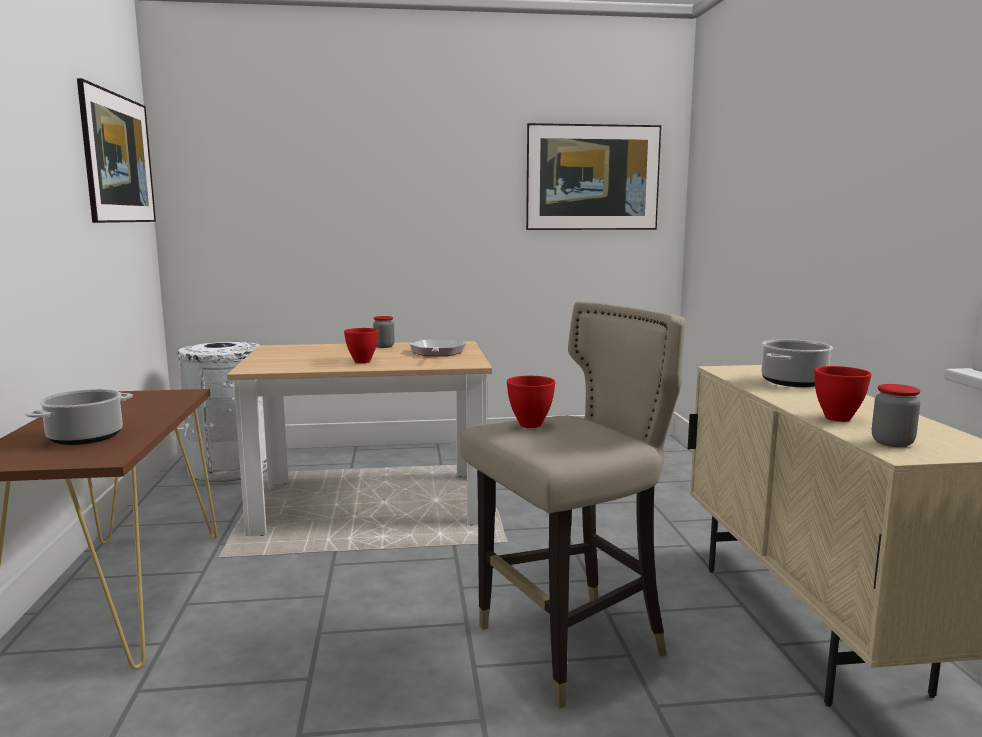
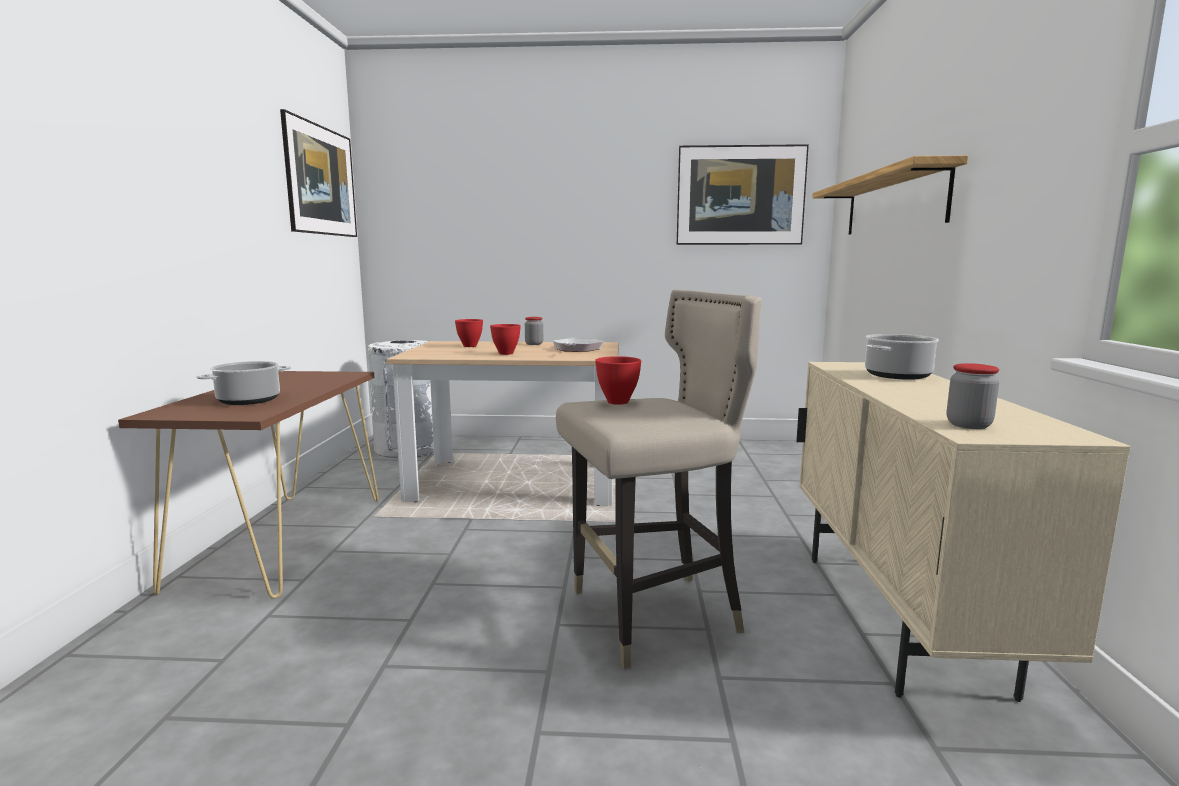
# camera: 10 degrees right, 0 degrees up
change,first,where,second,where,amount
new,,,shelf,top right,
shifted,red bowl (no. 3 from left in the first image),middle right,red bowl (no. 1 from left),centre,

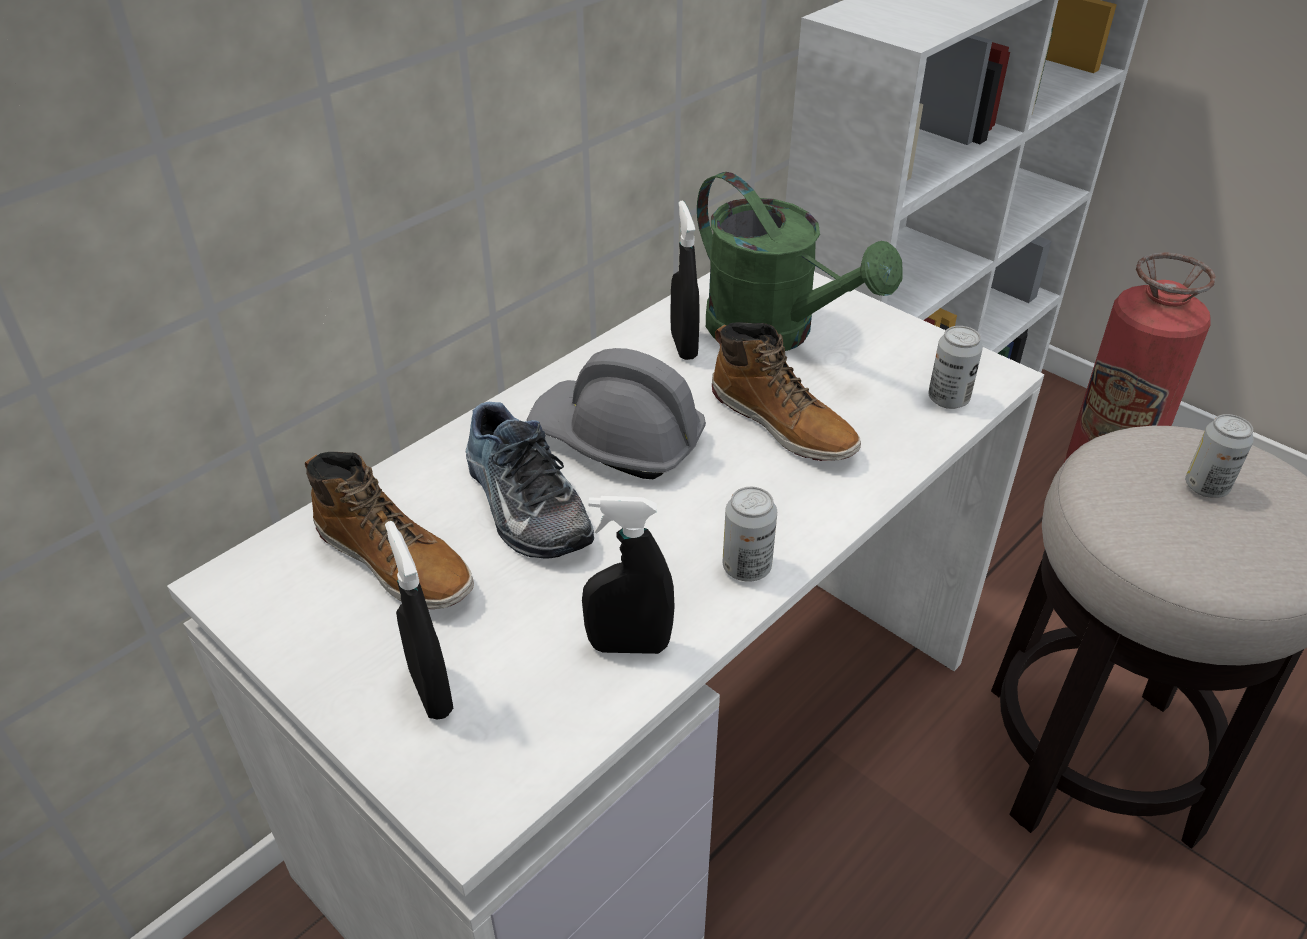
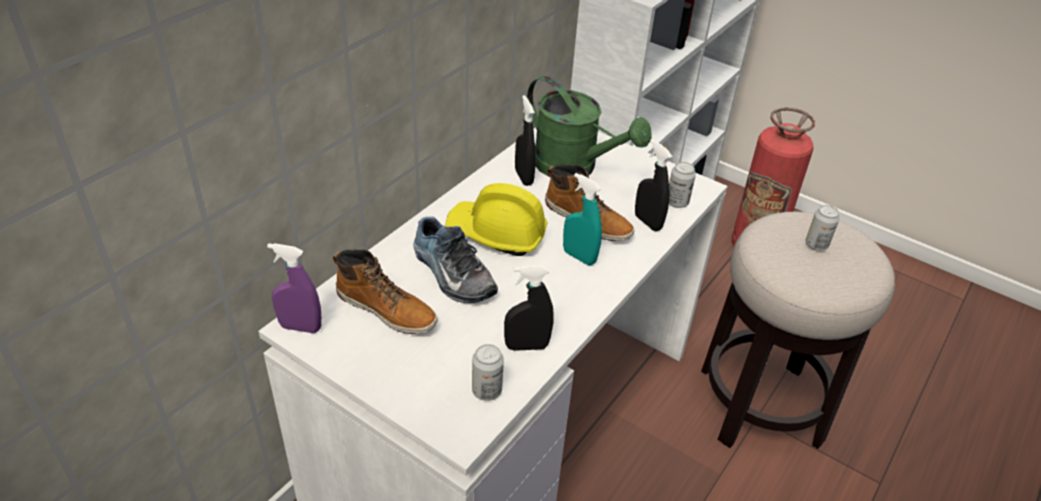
# camera: 10 degrees left, 0 degrees up
change,first,where,second,where,amount
new,,,purple spray bottle,middle left,
new,,,turquoise spray bottle,centre,
shifted,black spray bottle (no. 1 from left in the first image),middle left,black spray bottle (no. 3 from left),centre,
shifted,can (no. 1 from left),centre,,bottom centre,
repainted,grey hard hat,centre,yellow hard hat,centre,

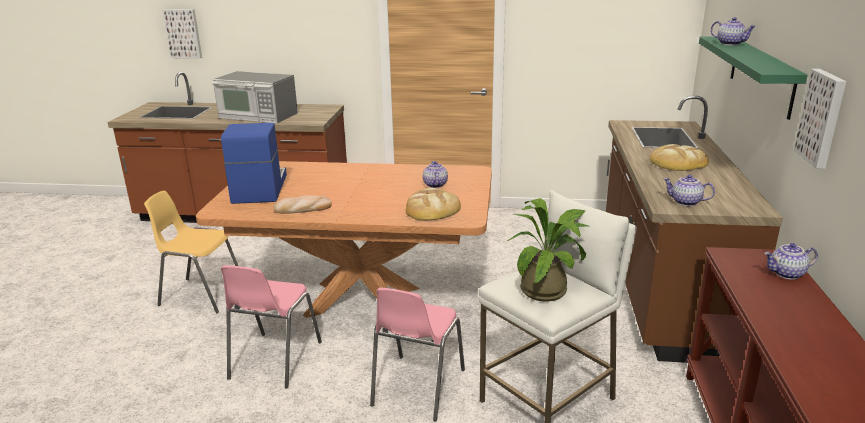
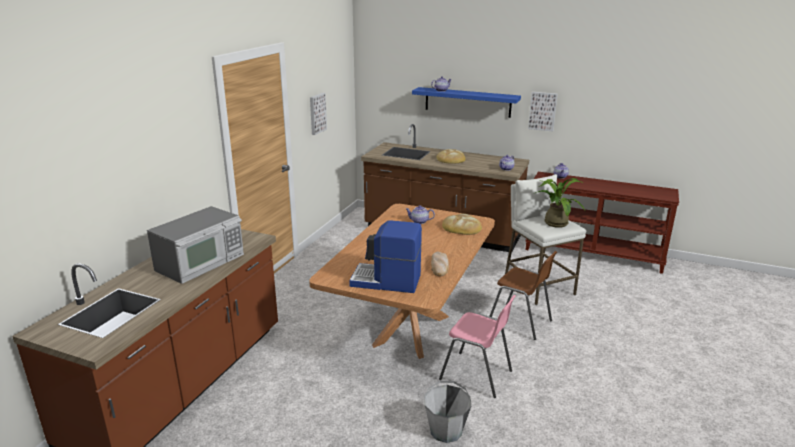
# camera: 75 degrees left, 0 degrees up
change,first,where,second,where,amount
gone,yellow chair,middle left,,,
new,,,grey bucket,bottom centre,
shifted,picture (no. 1 from left),top left,,top centre,
repainted,pink chair (no. 2 from left),bottom centre,brown chair,centre,
repainted,green shelf,top right,blue shelf,top centre,

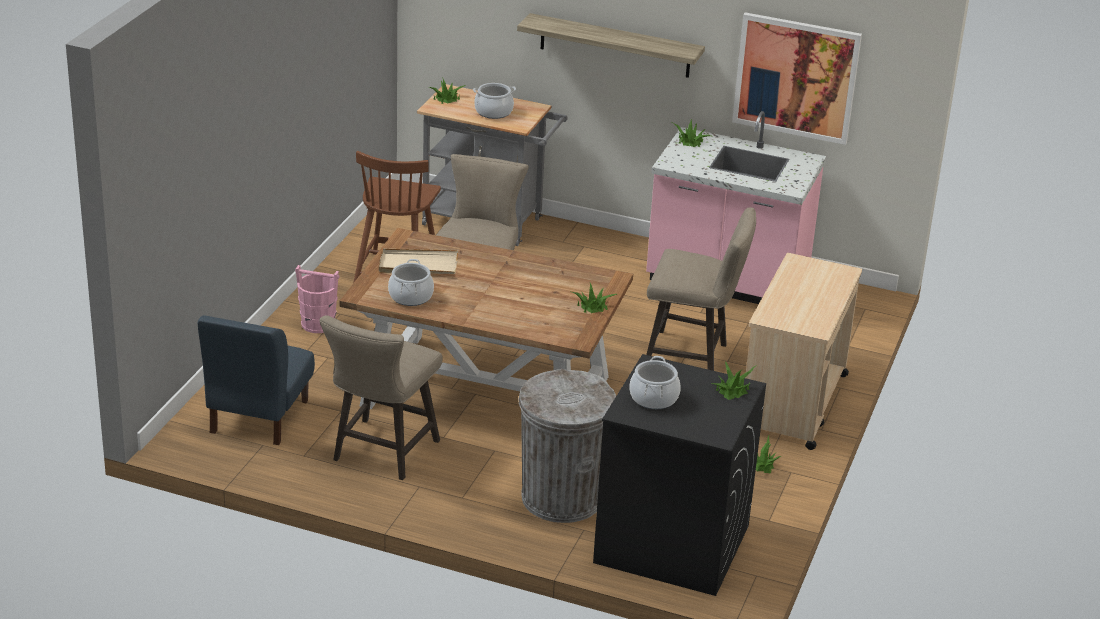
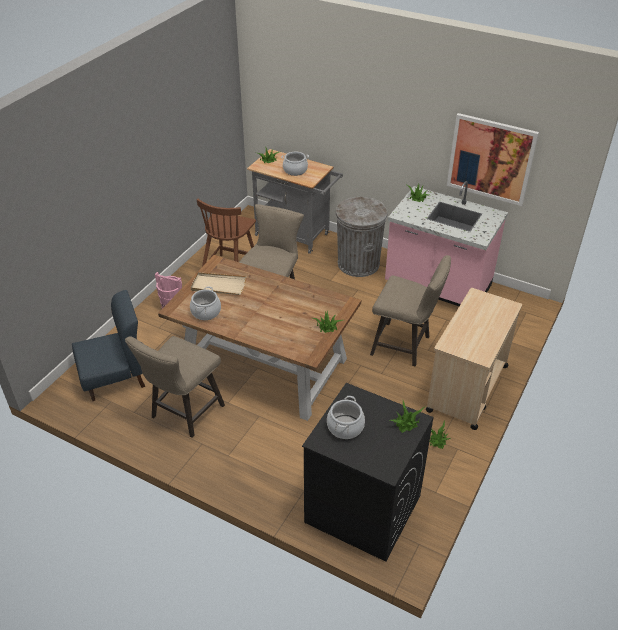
# camera: 10 degrees right, 10 degrees up
change,first,where,second,where,amount
gone,shelf,top centre,,,
shifted,grey trash can,bottom centre,,centre,
rotated,blue chair,middle left,,middle left,135 degrees counterclockwise

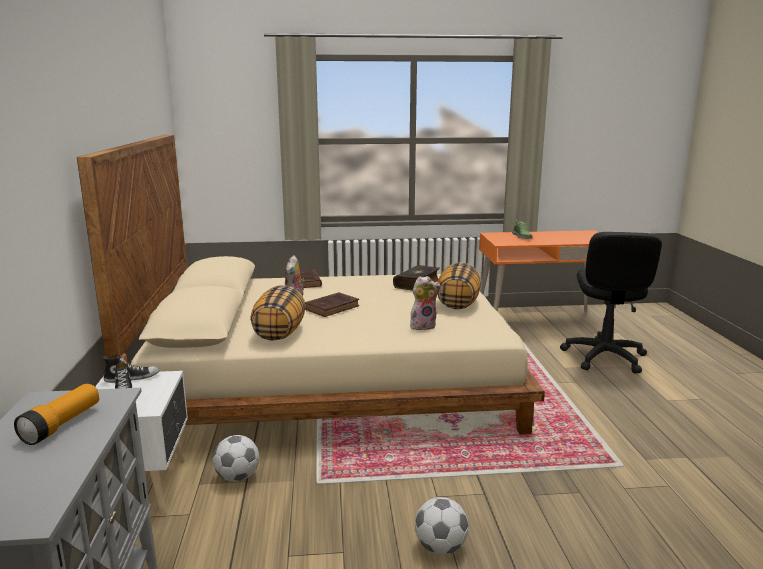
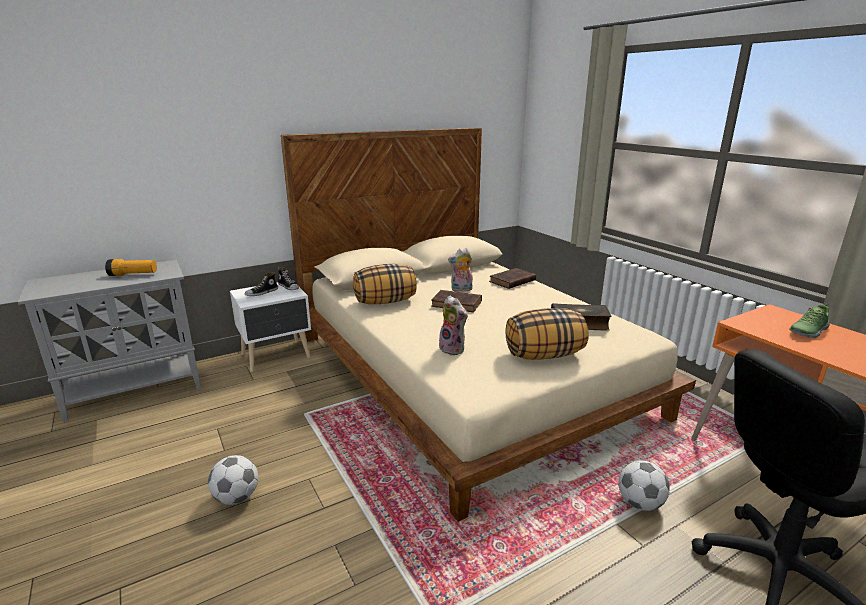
# camera: 65 degrees right, 5 degrees up
change,first,where,second,where,amount
shifted,football (no. 1 from left in the first image),bottom left,football (no. 2 from left),bottom right,

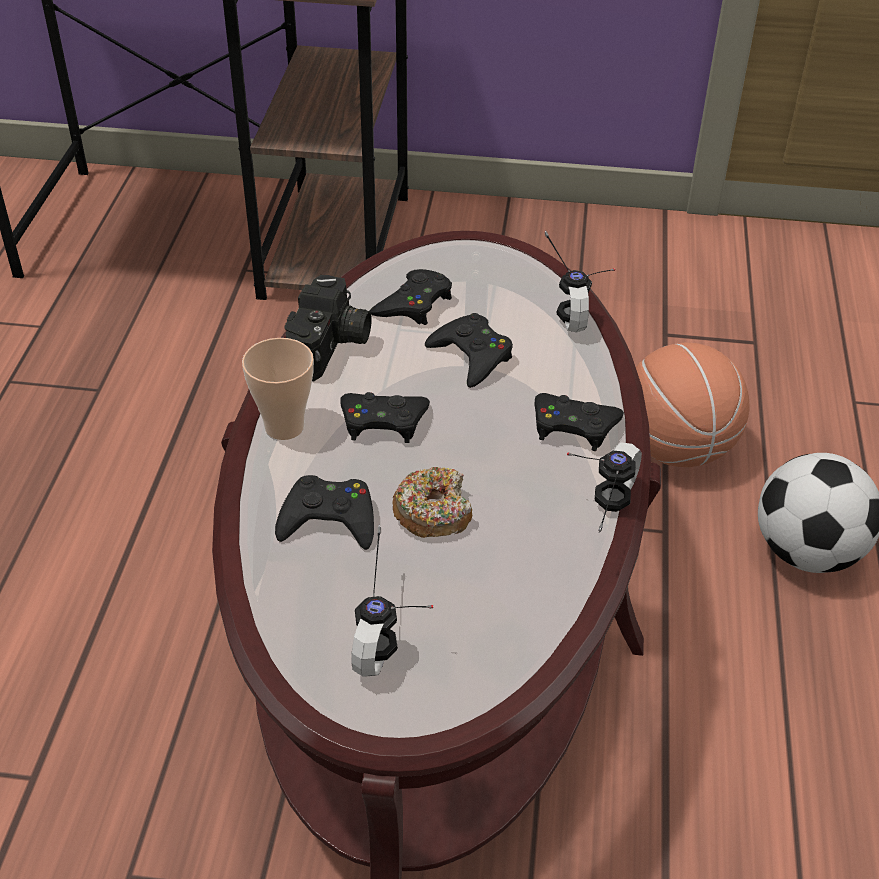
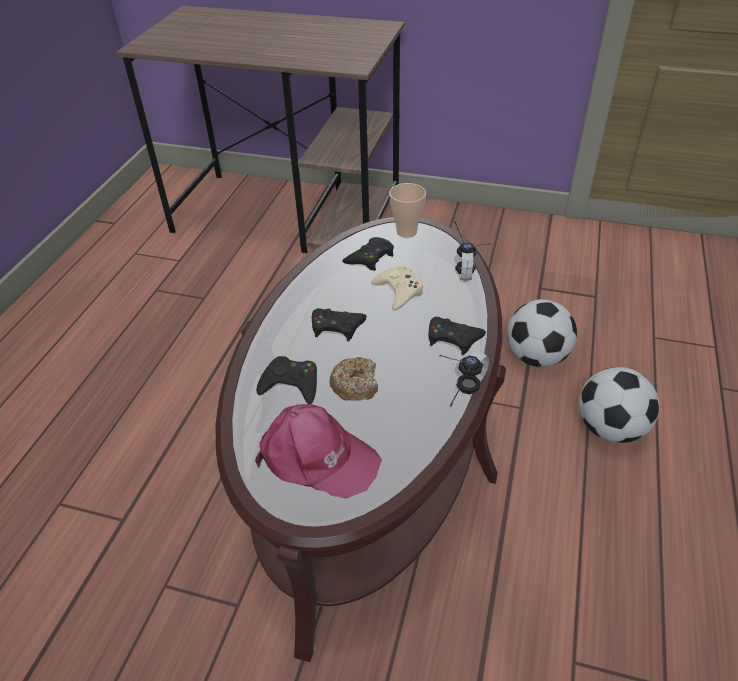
# camera: 10 degrees right, 0 degrees up
change,first,where,second,where,amount
gone,photo camera,centre,,,
shifted,cup,middle left,,top centre,
swapped,headphones (no. 1 from left),bottom centre,pink cap,centre,
swapped,basketball,middle right,football (no. 1 from left),middle right,
repainted,black game controller (no. 4 from left),centre,beige game controller,centre,

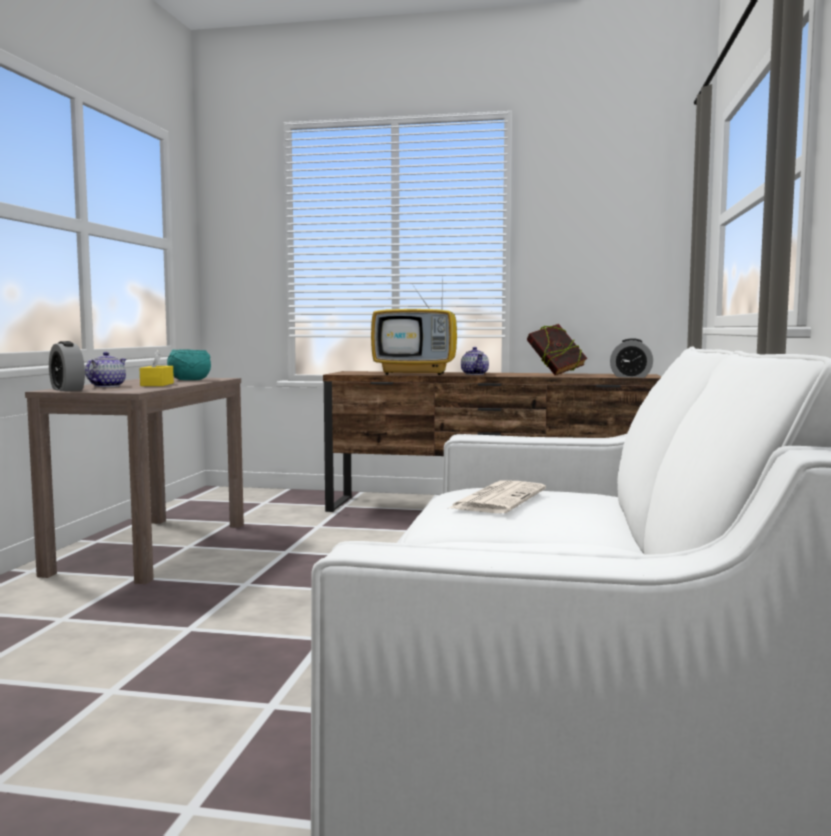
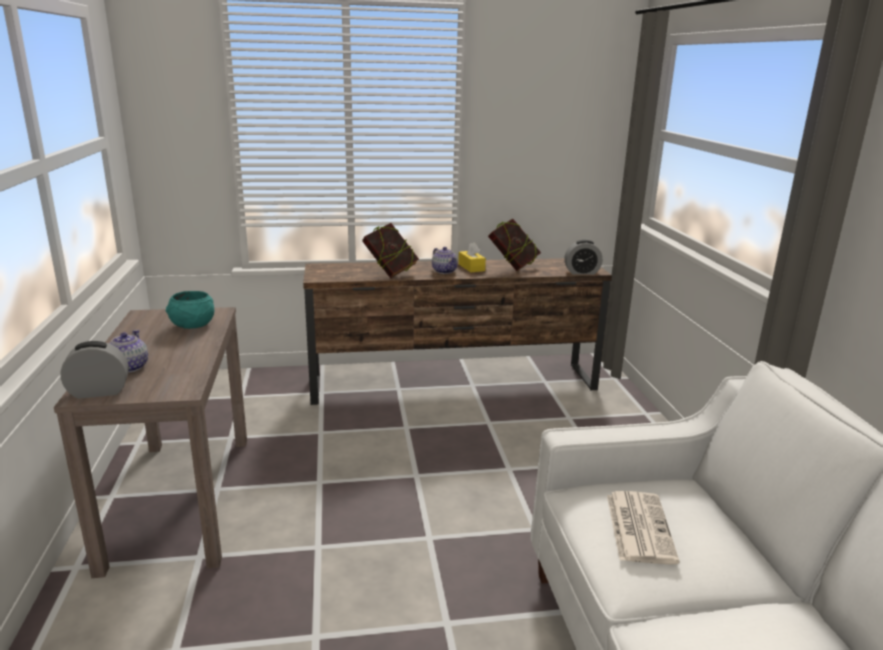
# camera: 20 degrees left, 15 degrees up
change,first,where,second,where,amount
shifted,yellow tissue box,middle left,,centre,
swapped,television,centre,book (no. 1 from left),centre,
rotated,alarm clock (no. 1 from left),middle left,,middle left,135 degrees clockwise

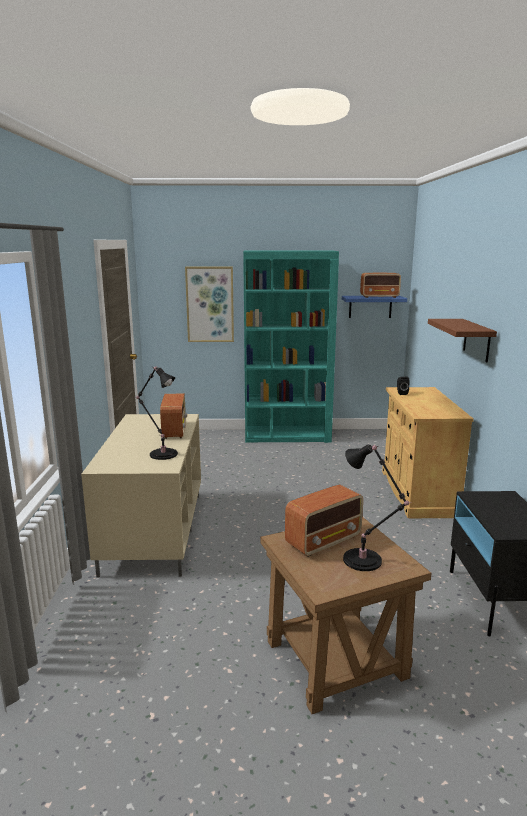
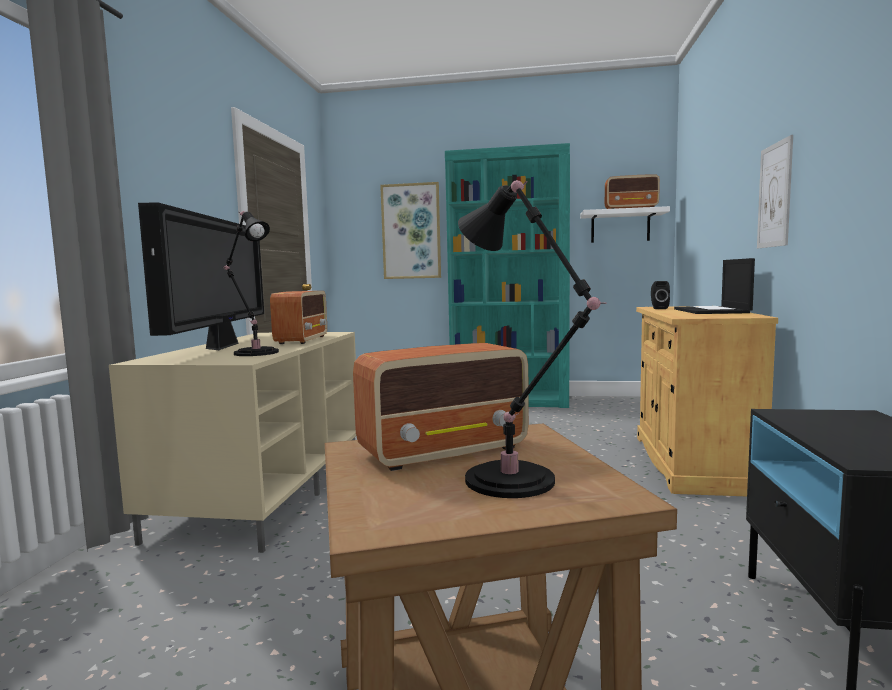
# camera: 10 degrees right, 10 degrees down
change,first,where,second,where,amount
new,,,television,middle left,
new,,,laptop,middle right,
swapped,brown shelf,middle right,picture (no. 2 from left),top right,
repainted,blue shelf,middle right,white shelf,top right,

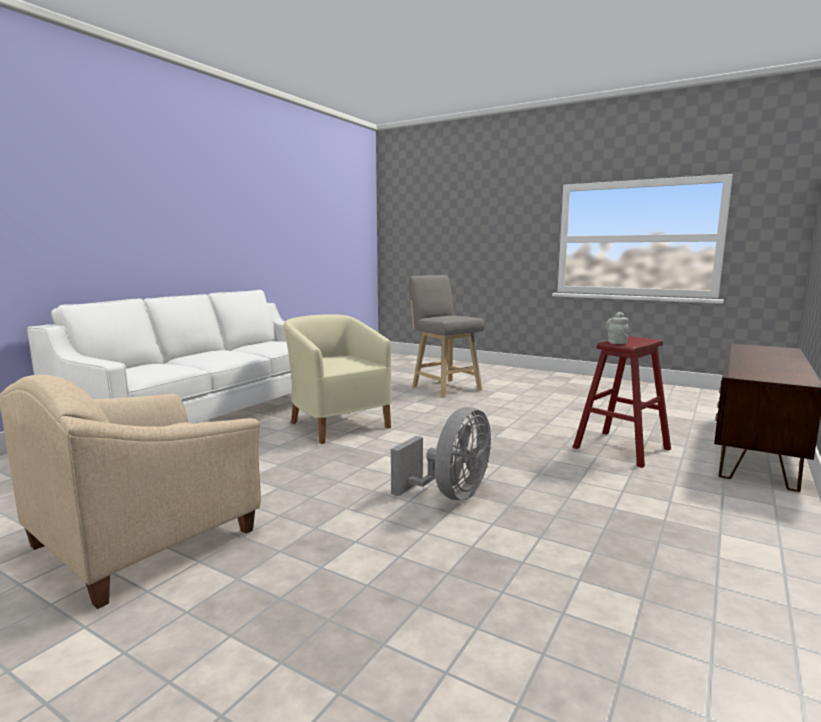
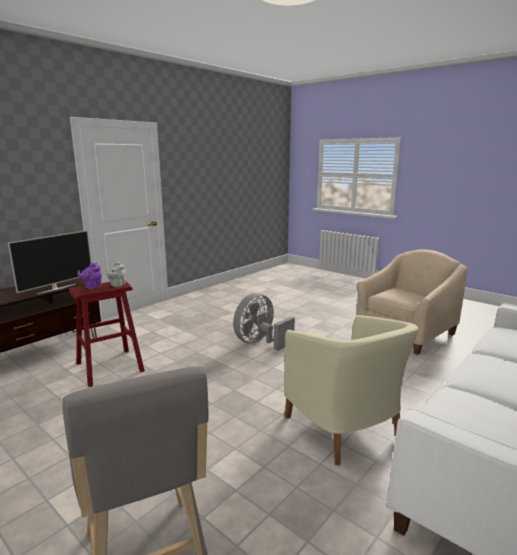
# camera: 170 degrees left, 5 degrees up
change,first,where,second,where,amount
new,,,television,middle left,
new,,,purple teapot,middle left,

